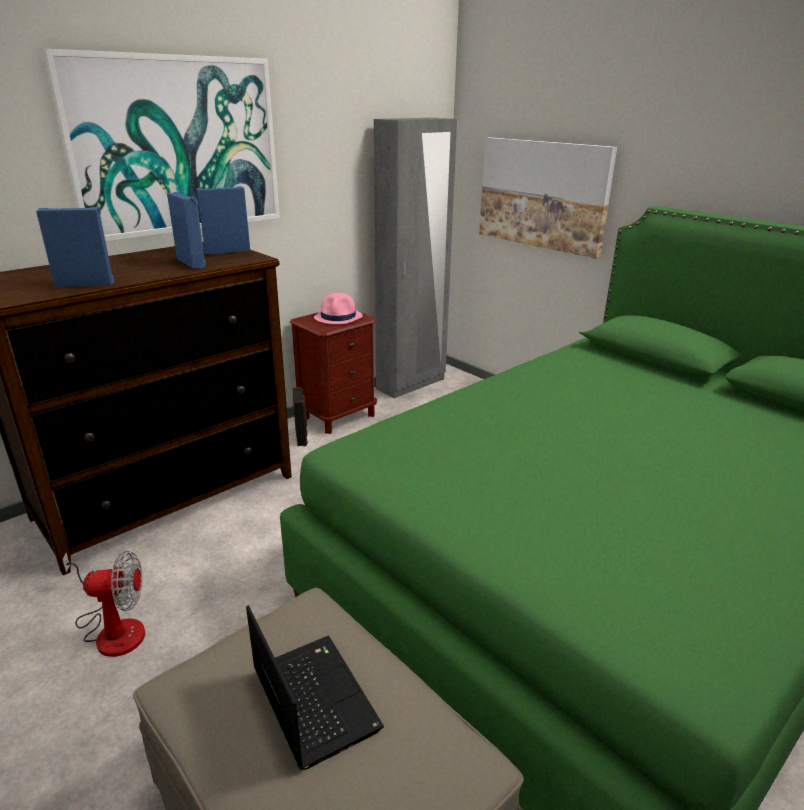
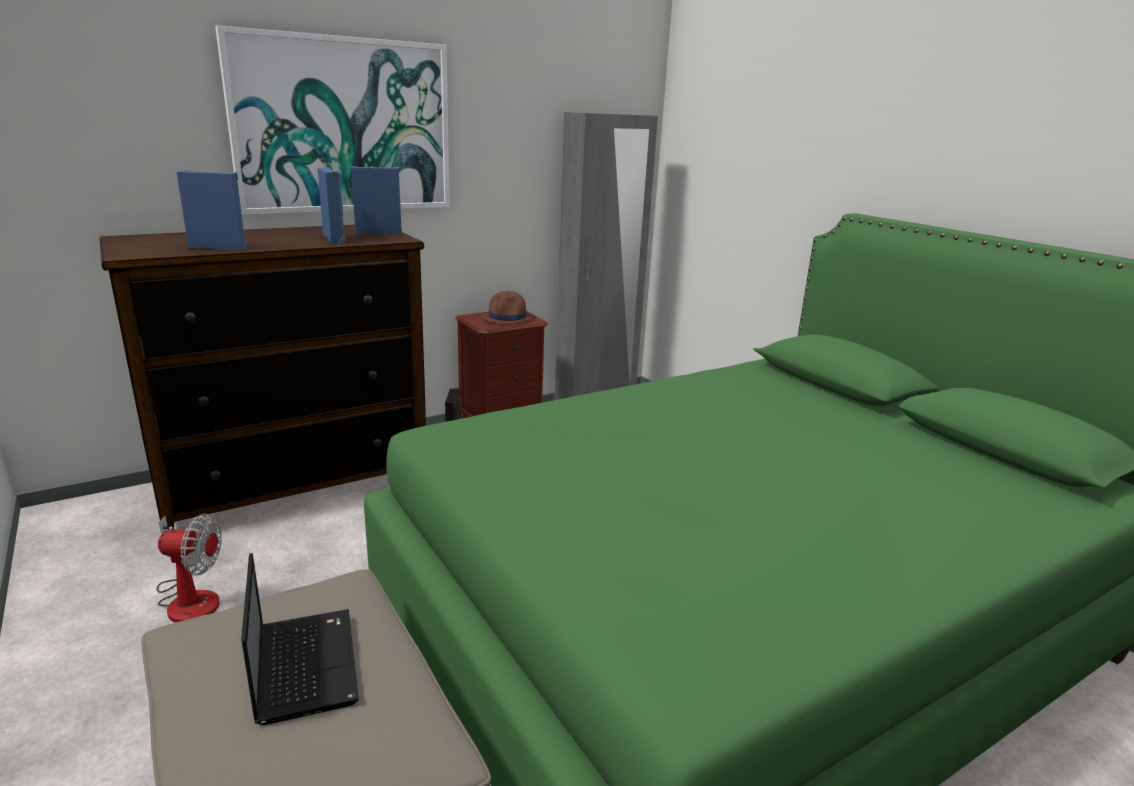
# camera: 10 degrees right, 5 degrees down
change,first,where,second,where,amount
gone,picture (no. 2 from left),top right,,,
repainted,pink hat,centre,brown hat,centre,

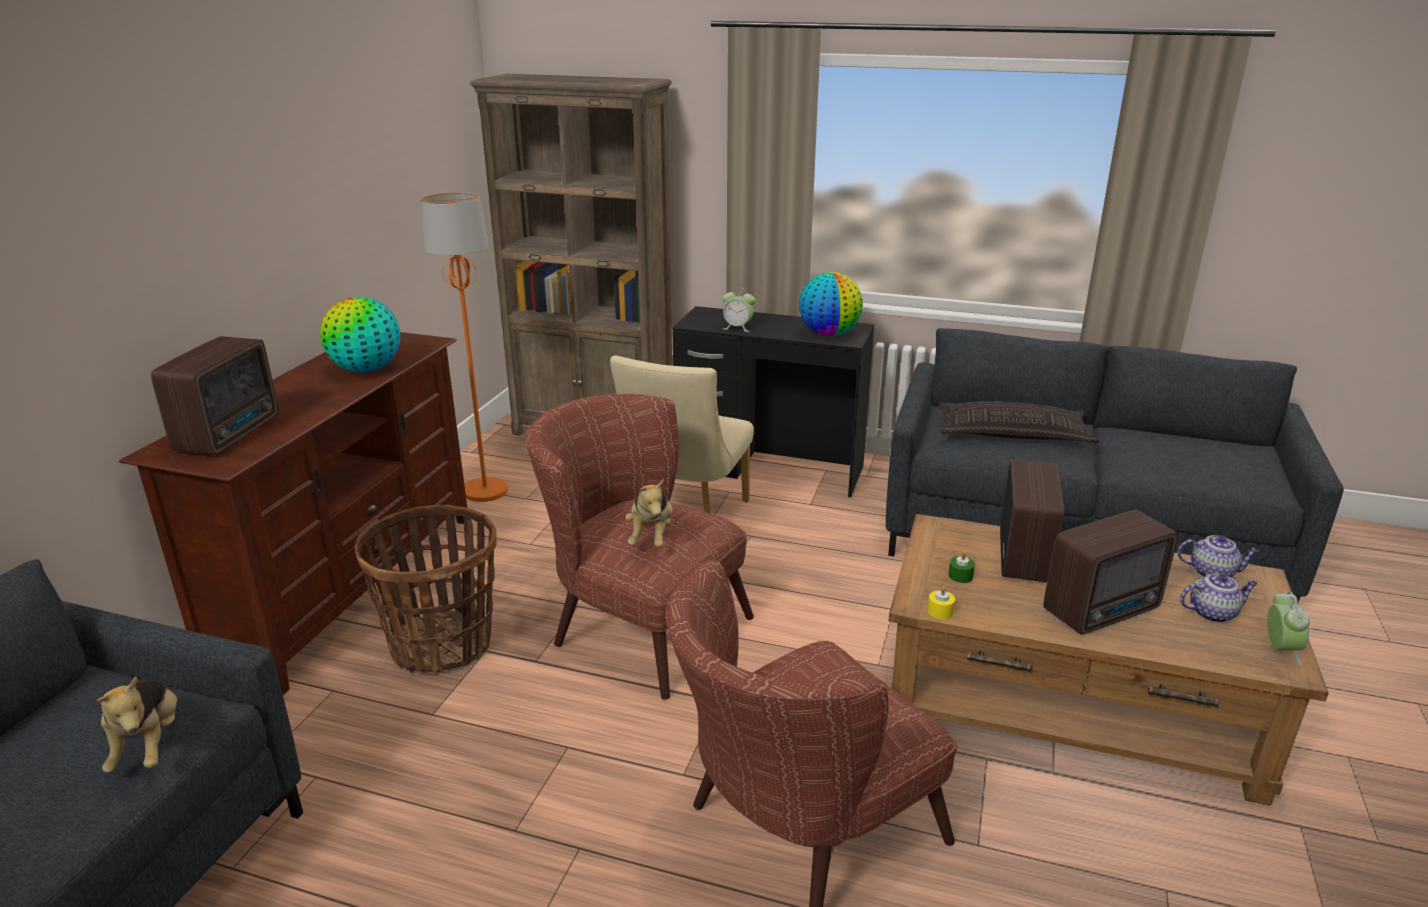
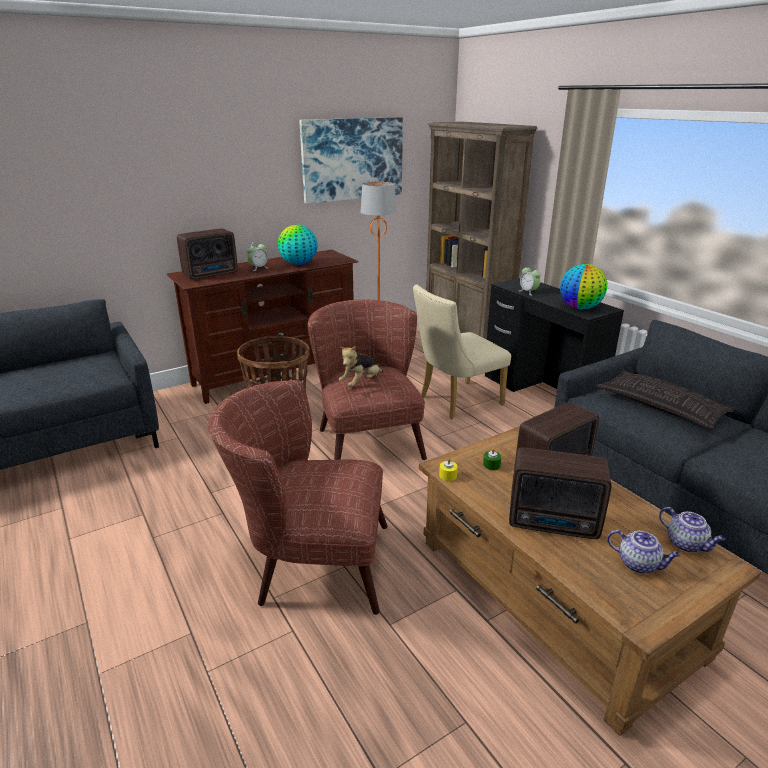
# camera: 40 degrees right, 0 degrees up
change,first,where,second,where,amount
gone,plush toy (no. 1 from left),bottom left,,,
new,,,picture,top centre,
shifted,alarm clock (no. 2 from left in the first image),bottom right,alarm clock (no. 1 from left),centre,

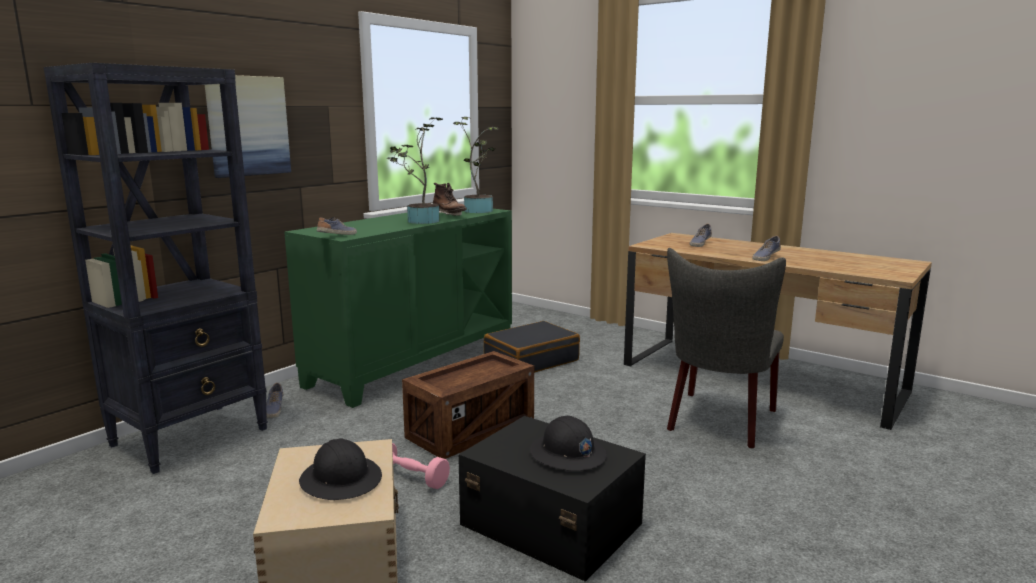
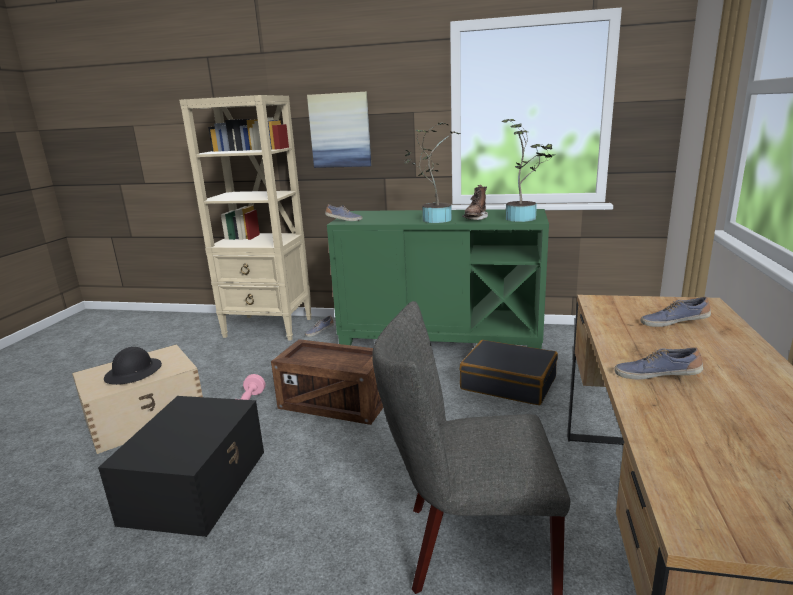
# camera: 65 degrees right, 5 degrees up
change,first,where,second,where,amount
gone,black hard hat (no. 2 from left),bottom centre,,,
repainted,black bookcase,middle left,beige bookcase,middle left,

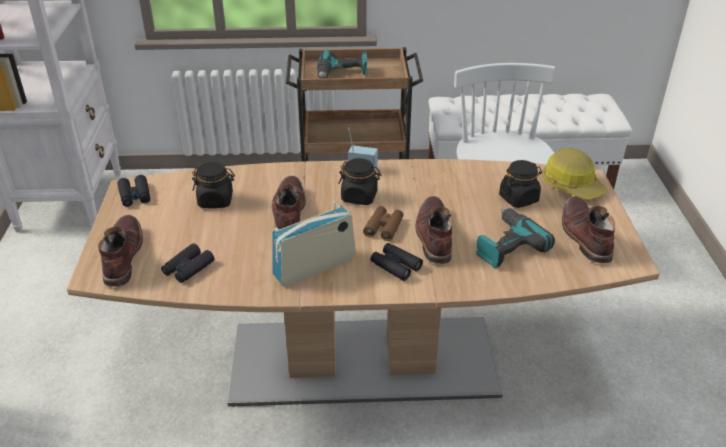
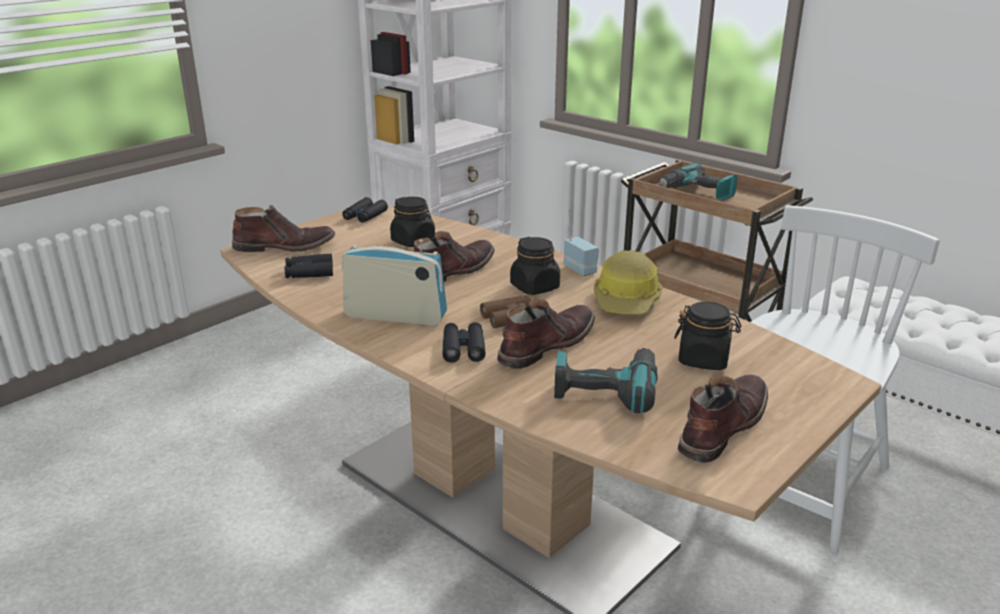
# camera: 45 degrees right, 10 degrees down
change,first,where,second,where,amount
shifted,hard hat,middle right,,centre,
rotated,brown boot (no. 1 from left),middle left,,middle left,45 degrees clockwise

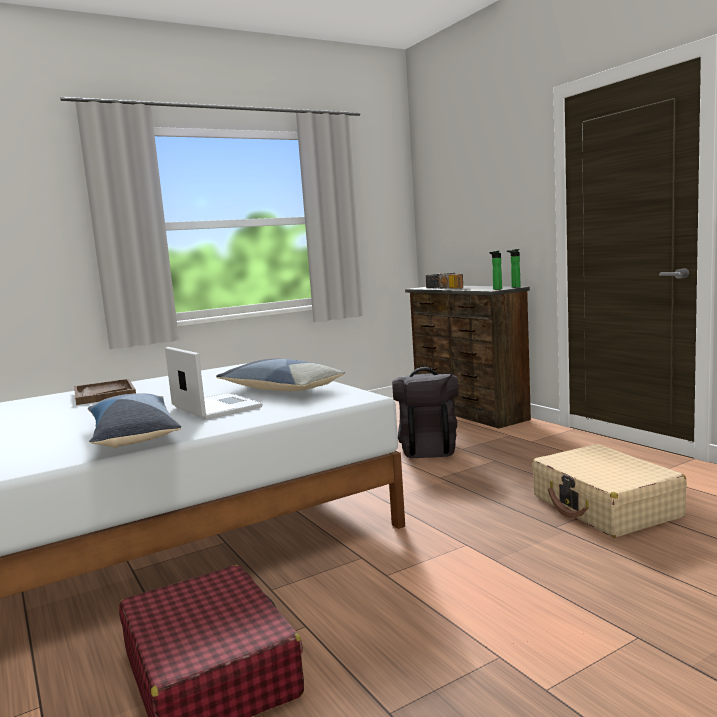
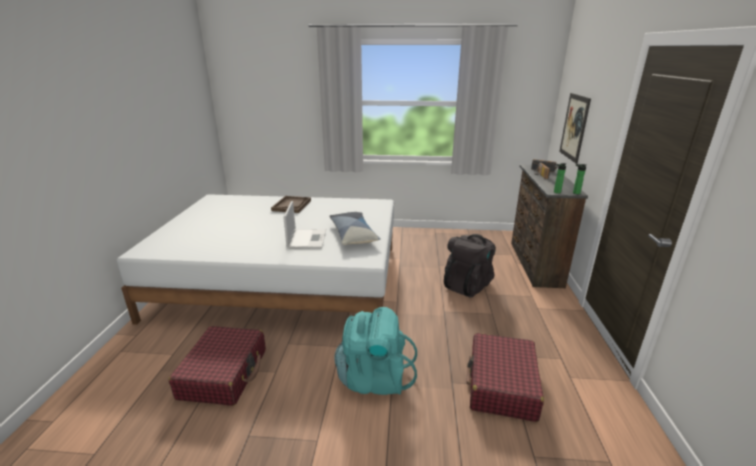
# camera: 35 degrees right, 15 degrees up
change,first,where,second,where,amount
gone,pillow (no. 1 from left),middle left,,,
new,,,turquoise backpack,bottom centre,
new,,,picture,top right,
repainted,beige suitcase,bottom right,red suitcase (no. 2 from left),bottom right,

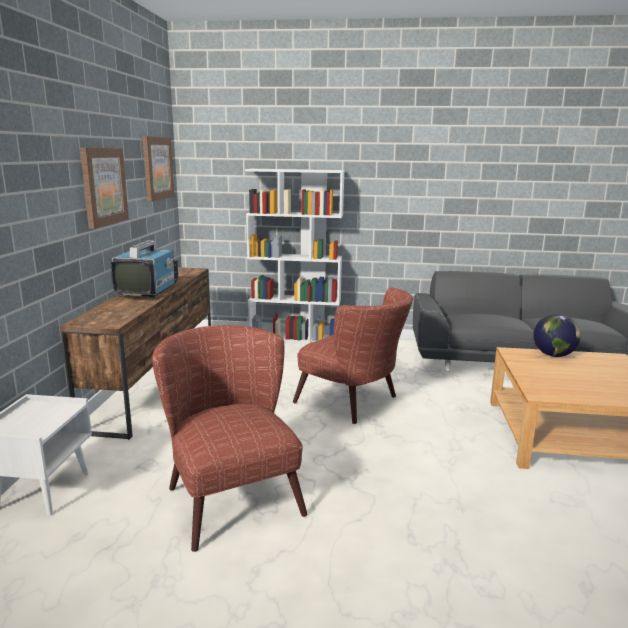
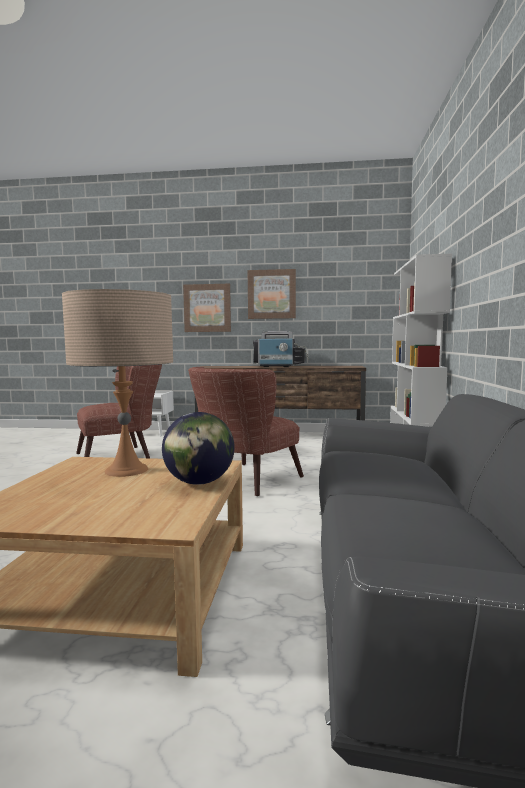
# camera: 90 degrees right, 10 degrees down
change,first,where,second,where,amount
new,,,beige table lamp,middle left,
shifted,picture (no. 2 from left in the first image),top left,picture (no. 1 from left),centre,

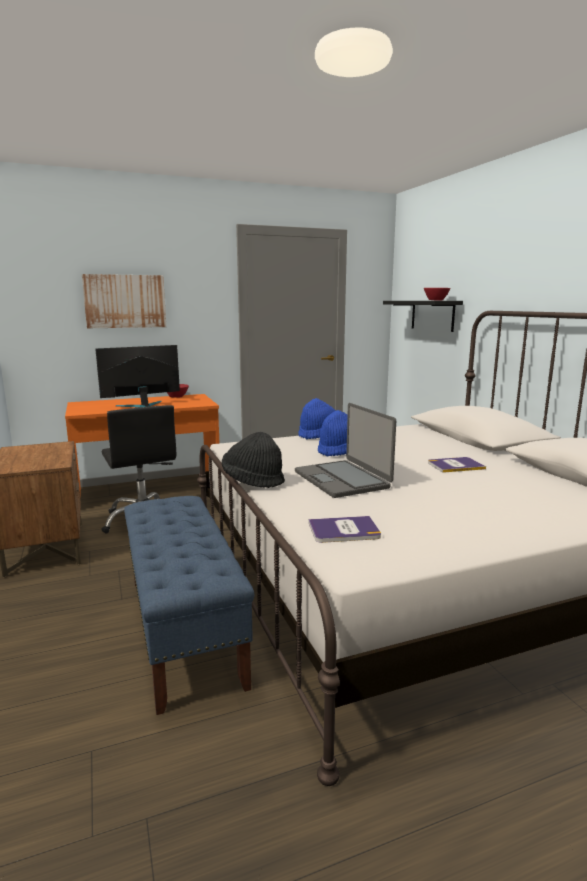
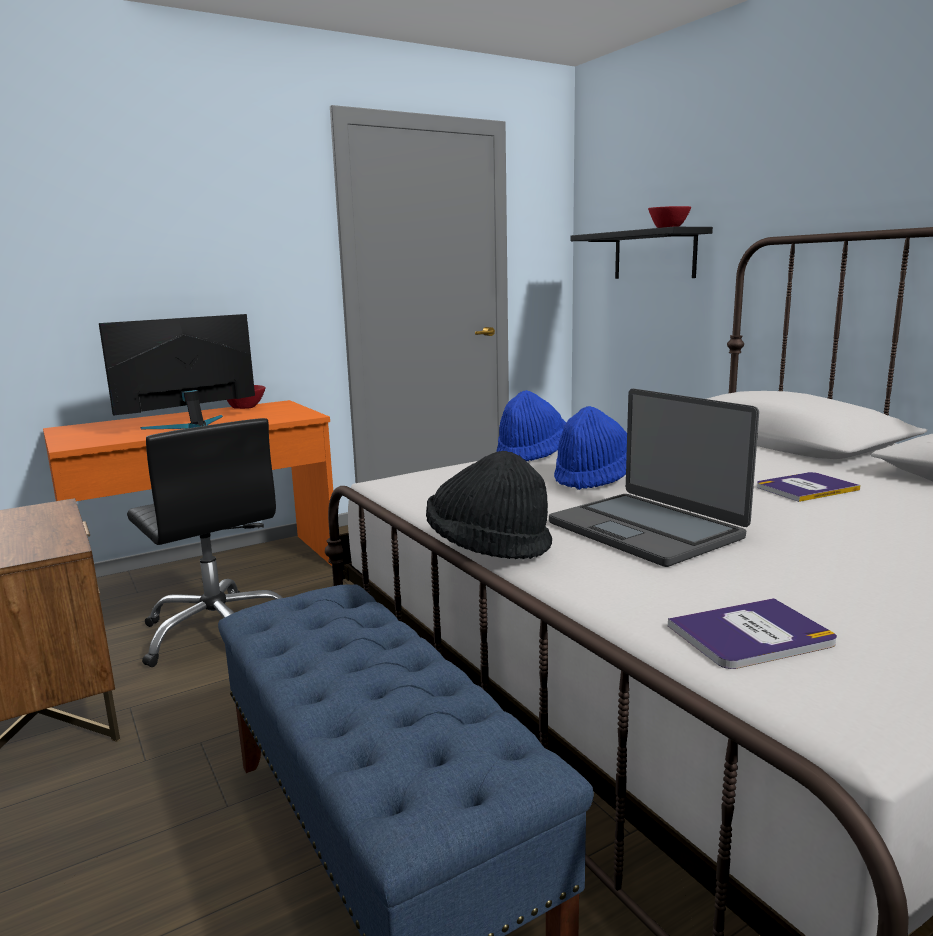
# camera: 10 degrees left, 0 degrees up
change,first,where,second,where,amount
gone,picture,middle left,,,

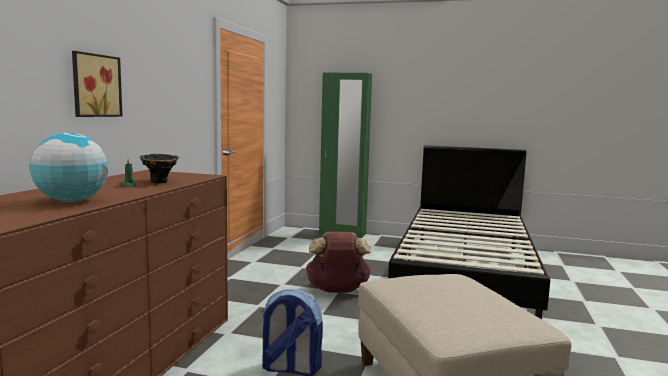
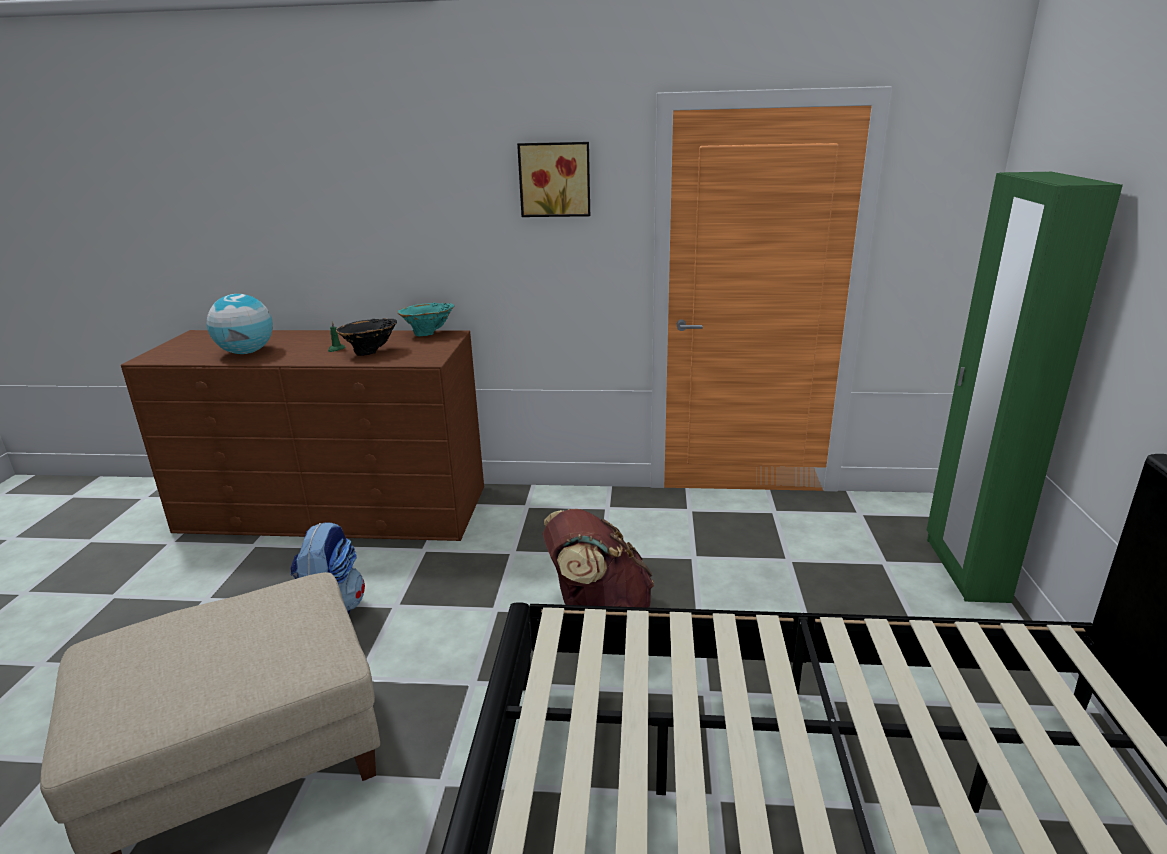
# camera: 80 degrees right, 15 degrees up
change,first,where,second,where,amount
new,,,turquoise vase,centre,
shifted,picture,top left,,top centre,

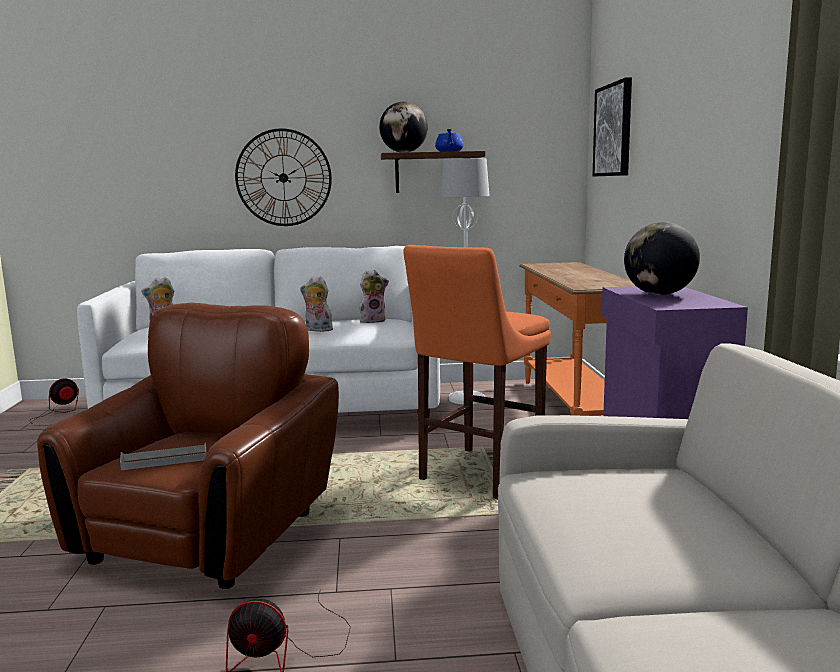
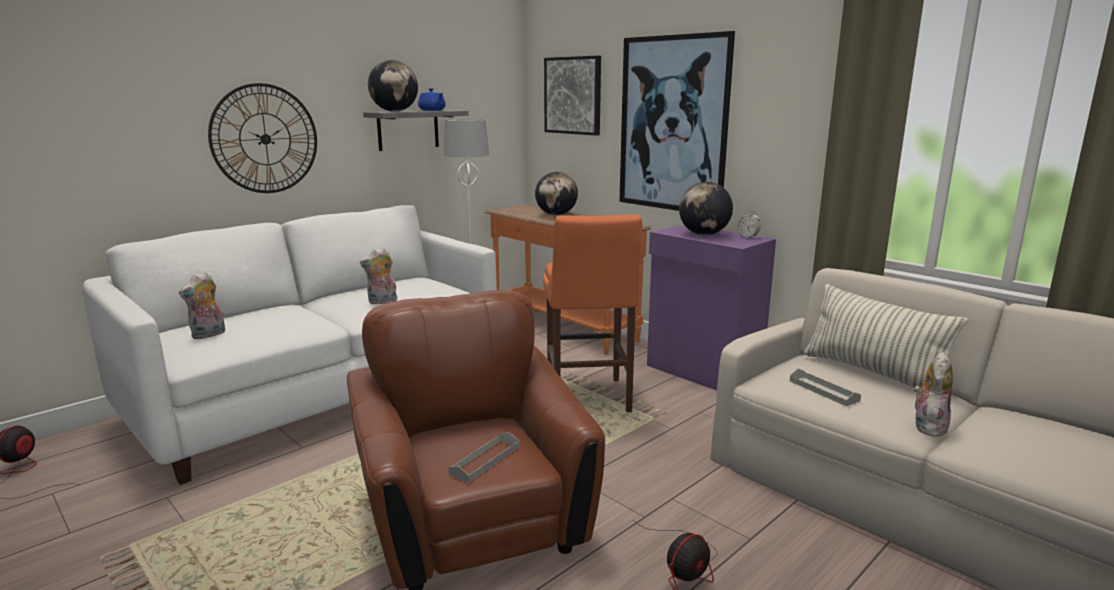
# camera: 40 degrees left, 5 degrees up
change,first,where,second,where,amount
new,,,globe (no. 2 from left),top centre,
new,,,picture (no. 2 from left),top centre,
new,,,alarm clock,middle right,
new,,,grey tray (no. 2 from left),middle right,
new,,,pillow,middle right,
shifted,plush toy (no. 3 from left),centre,,bottom right,
repainted,brown shelf,top centre,grey shelf,top centre,

